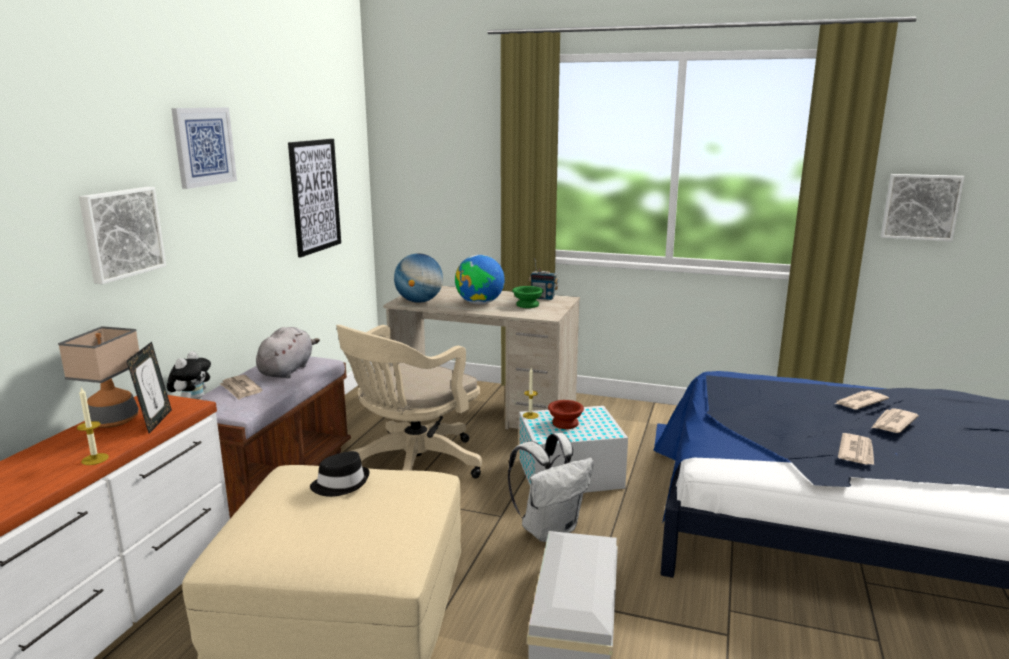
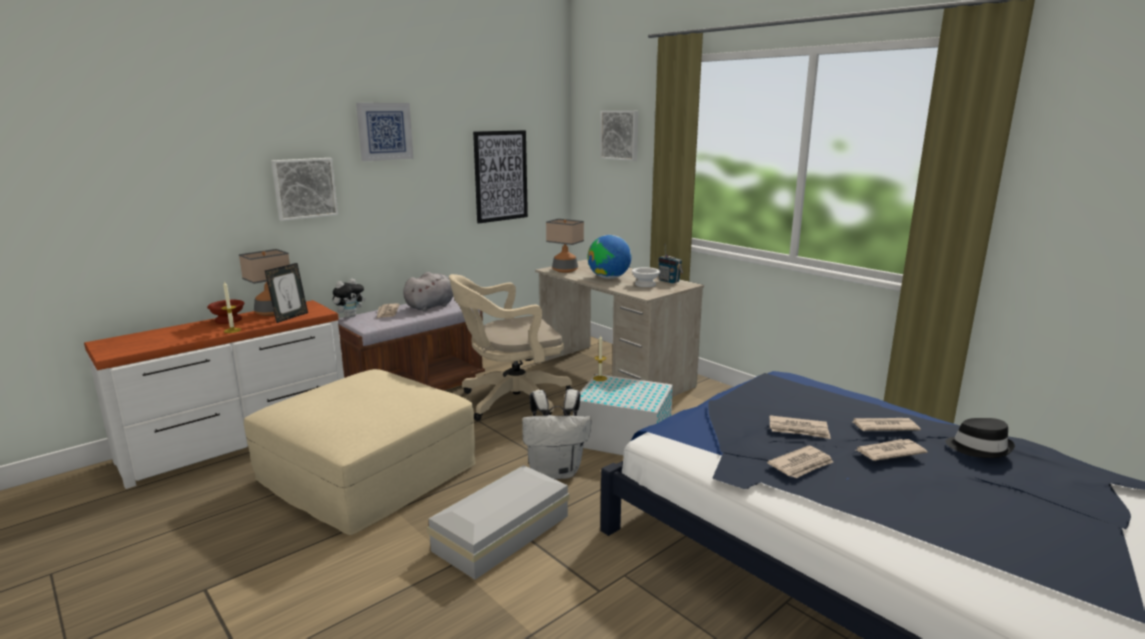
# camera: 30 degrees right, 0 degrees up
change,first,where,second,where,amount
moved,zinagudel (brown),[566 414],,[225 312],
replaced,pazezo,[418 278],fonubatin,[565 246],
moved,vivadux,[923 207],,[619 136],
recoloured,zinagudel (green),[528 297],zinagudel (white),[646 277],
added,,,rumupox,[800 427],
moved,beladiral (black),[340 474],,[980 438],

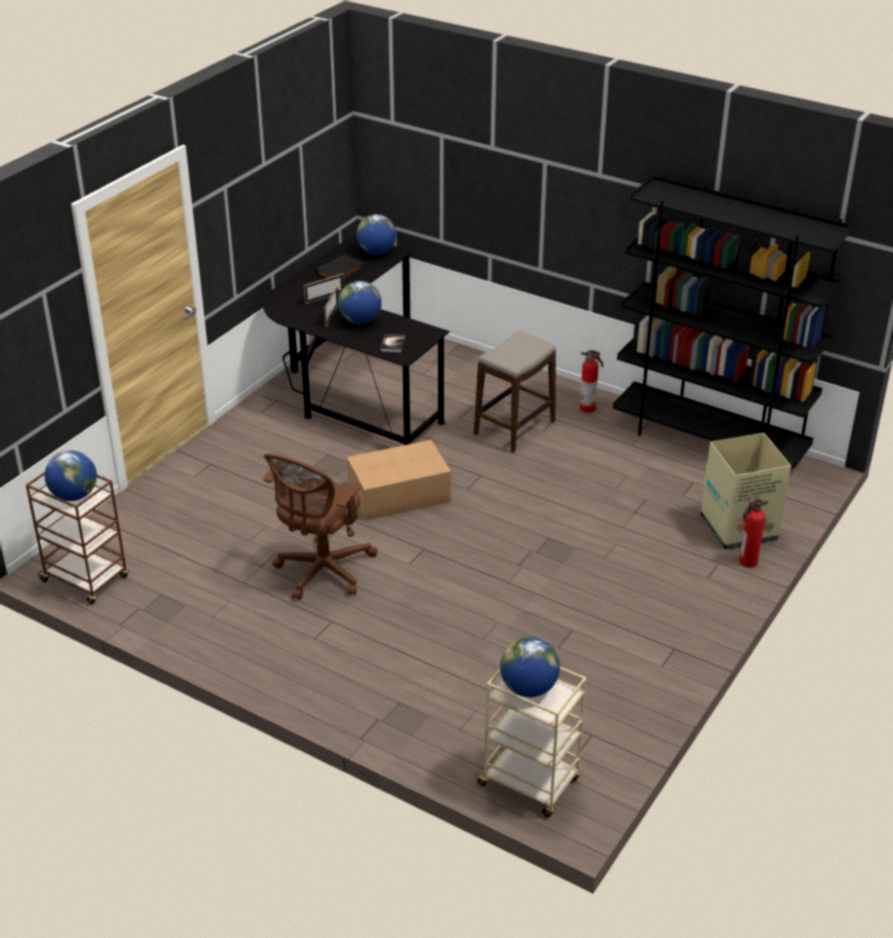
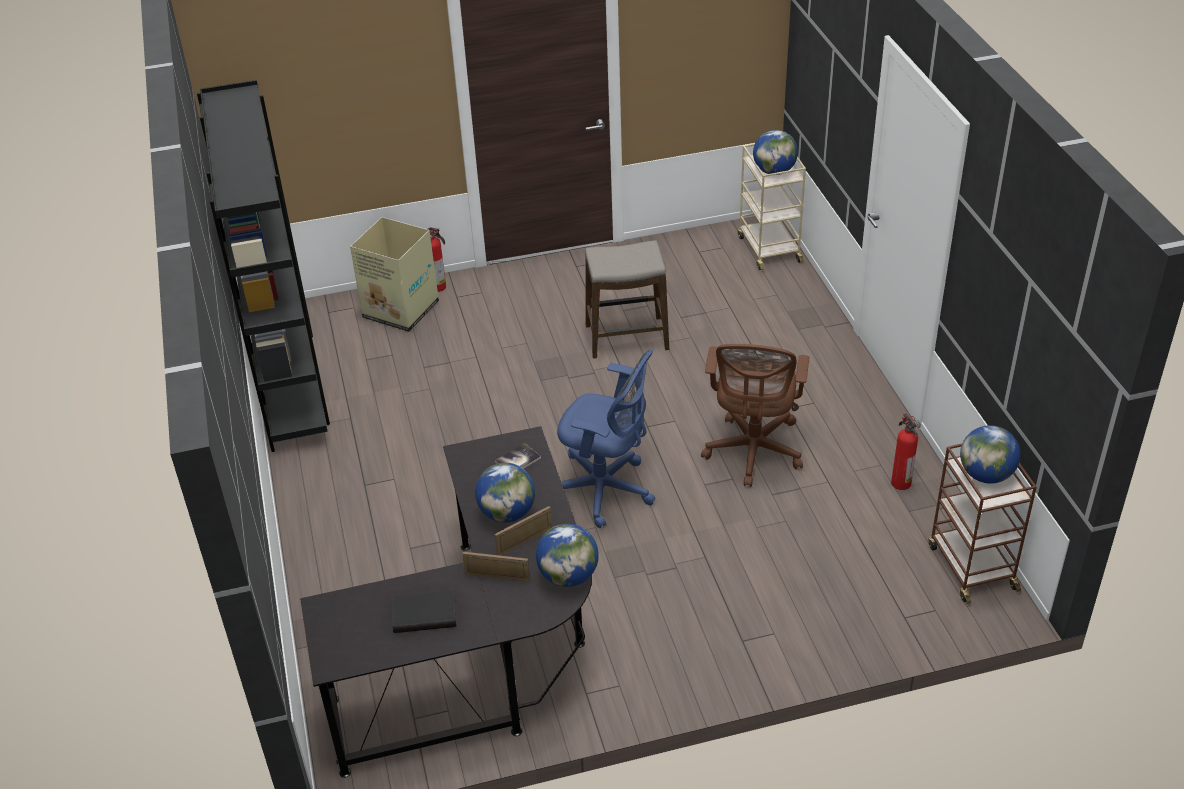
# camera: 135 degrees left, 5 degrees up
change,first,where,second,where,amount
moved,pazezo,[377 234],,[567 555],
replaced,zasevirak,[399 480],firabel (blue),[606 439],
moved,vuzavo,[515 392],,[627 299],
turned,firabel (brown),[320 527],,[755 415],120 degrees clockwise
moved,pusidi,[591 381],,[906 451],

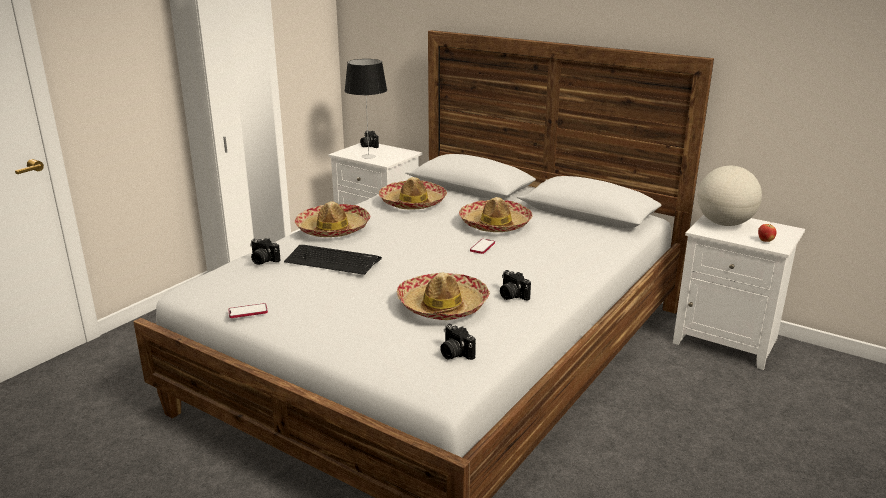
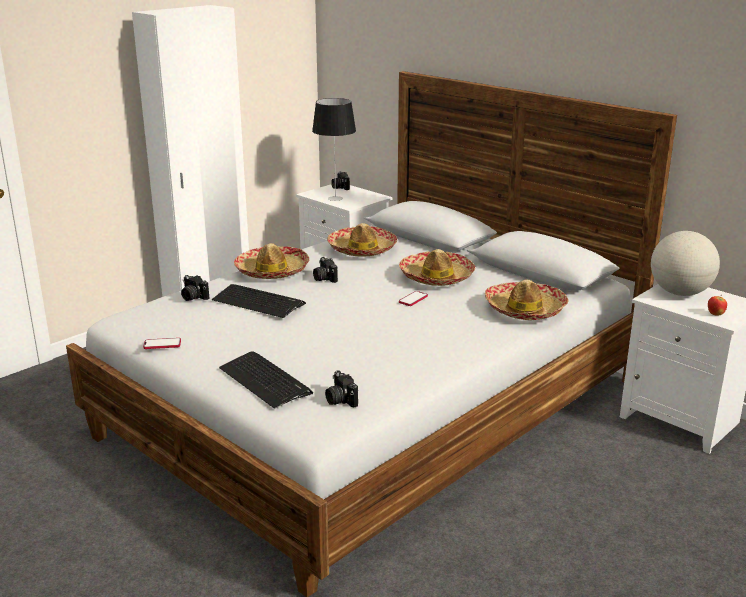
# camera: 10 degrees right, 0 degrees up
change,first,where,second,where,amount
added,,,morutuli,[266 380],
moved,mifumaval,[515 285],,[325 270],
moved,beladiral,[443 296],,[527 299],

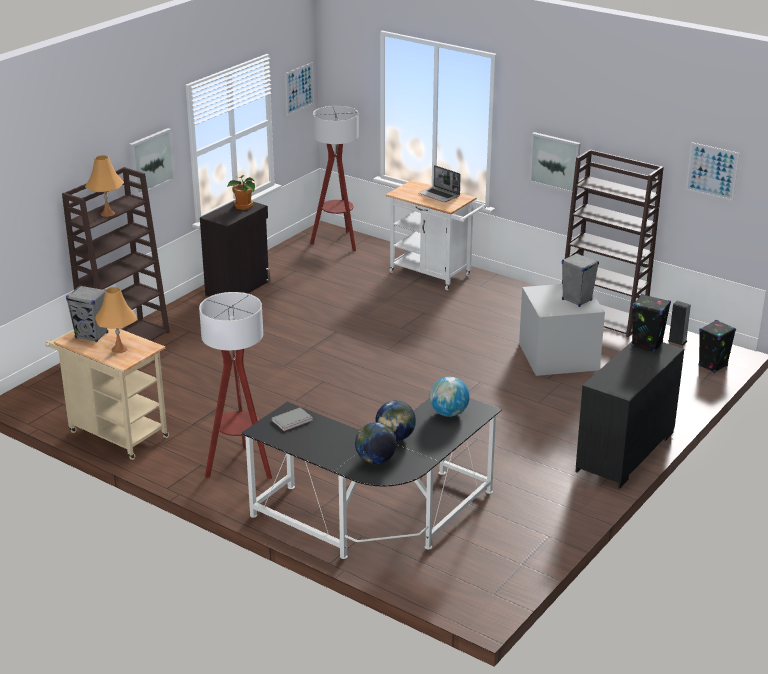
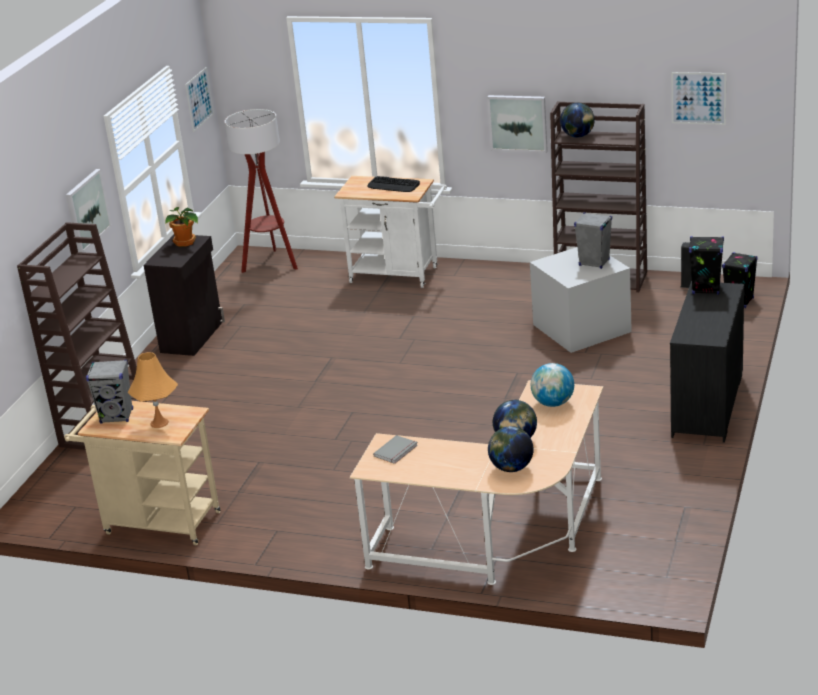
# camera: 15 degrees left, 0 degrees up
change,first,where,second,where,amount
recoloured,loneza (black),[371 478],loneza (beige),[476 482],
replaced,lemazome,[440 183],morutuli,[393 184],
added,,,pazezo,[577 120],
removed,fonubatin (orange),[104 186],,,
removed,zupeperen,[235 385],,,

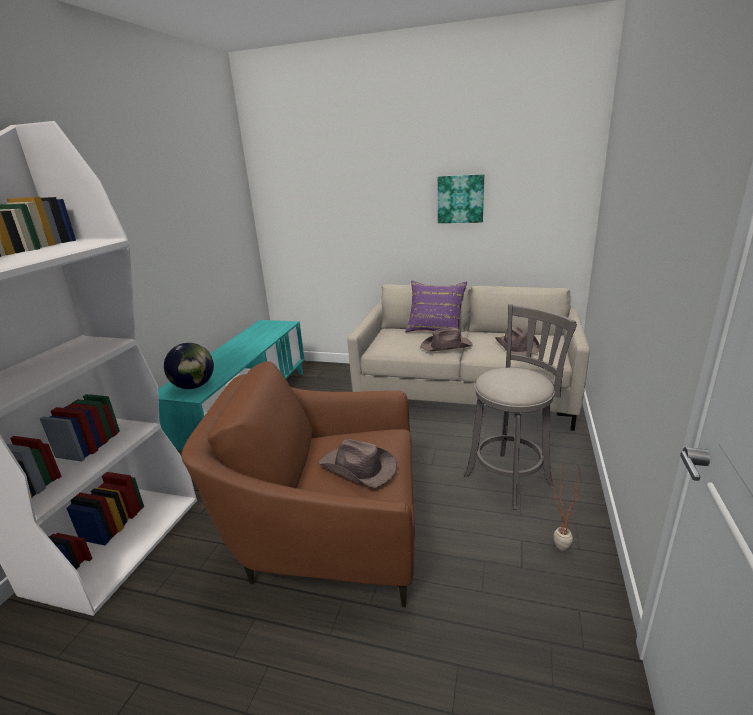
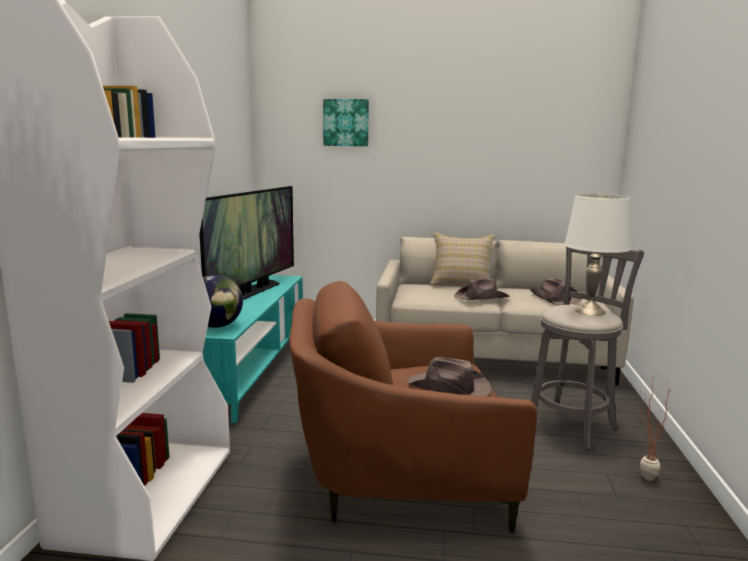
# camera: 10 degrees left, 10 degrees down
change,first,where,second,where,amount
added,,,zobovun,[246 243],
moved,vivadux,[461 198],,[346 122],
recoloured,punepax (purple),[436 308],punepax (beige),[462 259],
added,,,fonubatin (white),[597 255],

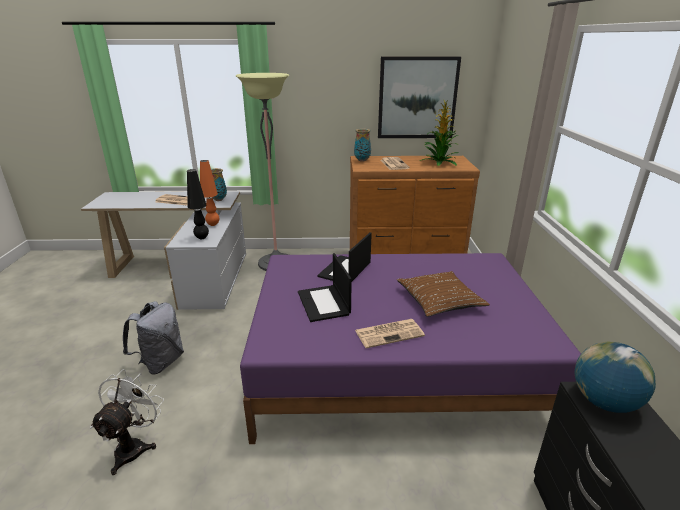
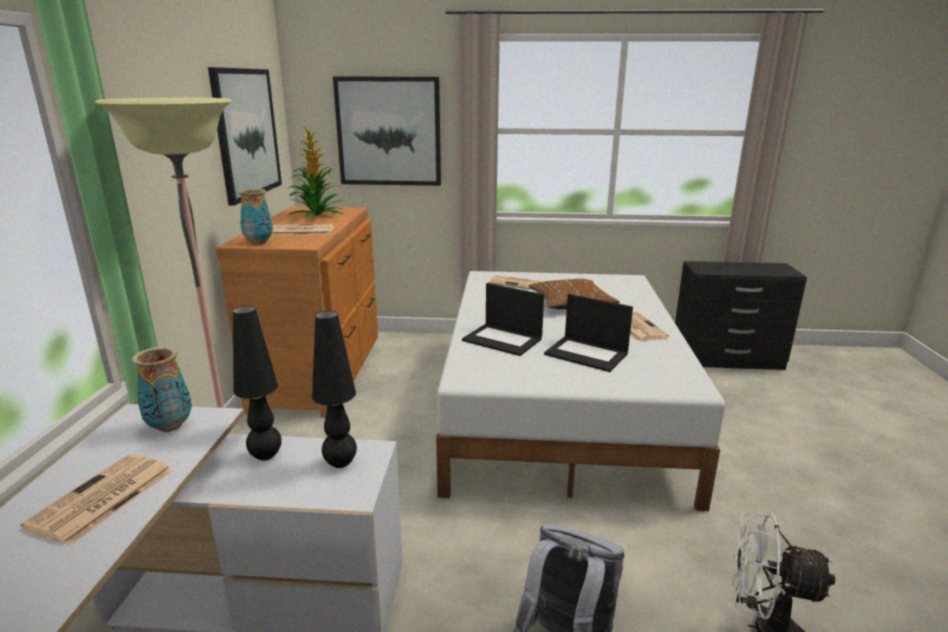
# camera: 85 degrees left, 5 degrees down
change,first,where,second,where,amount
recoloured,fonubatin (orange),[210 193],fonubatin (black),[257 383],
added,,,vivadux,[387 131],
recoloured,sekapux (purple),[410 348],sekapux (white),[580 391],
added,,,rumupox,[516 282],
turned,lemazome,[325 287],,[588 333],45 degrees clockwise
removed,pazezo,[615 377],,,

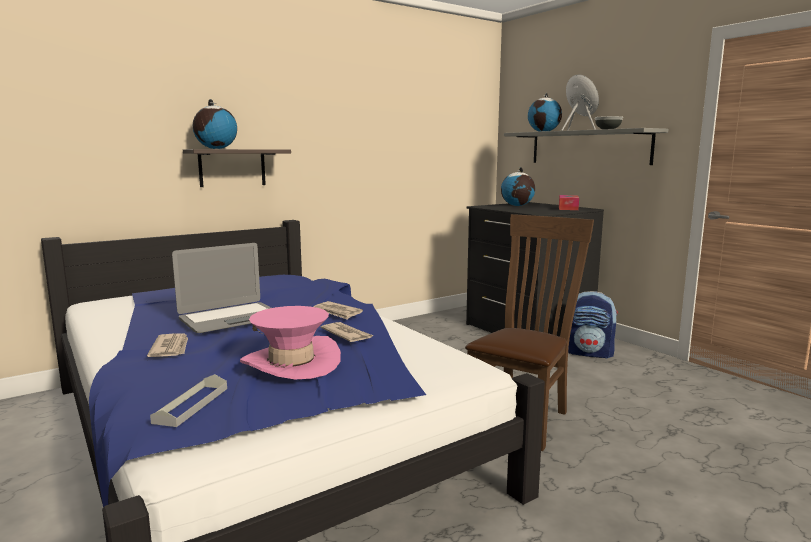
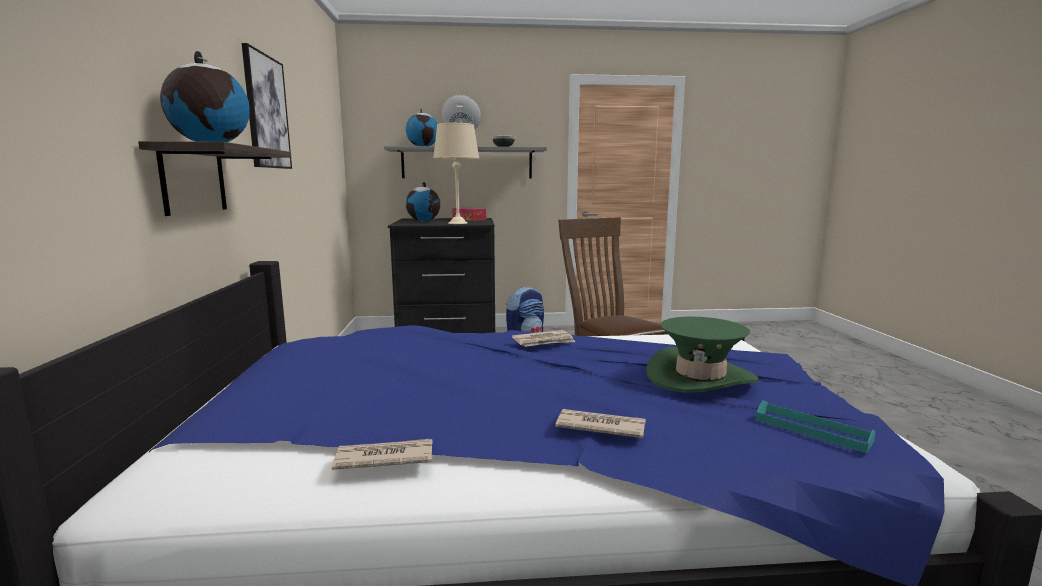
# camera: 60 degrees left, 0 degrees up
change,first,where,second,where,amount
added,,,vivadux,[267 106],
moved,rumupox,[347 332],,[382 454],
added,,,fonubatin (beige),[456 173],
recoloured,beladiral (pink),[290 342],beladiral (green),[702 354],
recoloured,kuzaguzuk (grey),[188 400],kuzaguzuk (turquoise),[816 426],
removed,lemazome,[221 288],,,

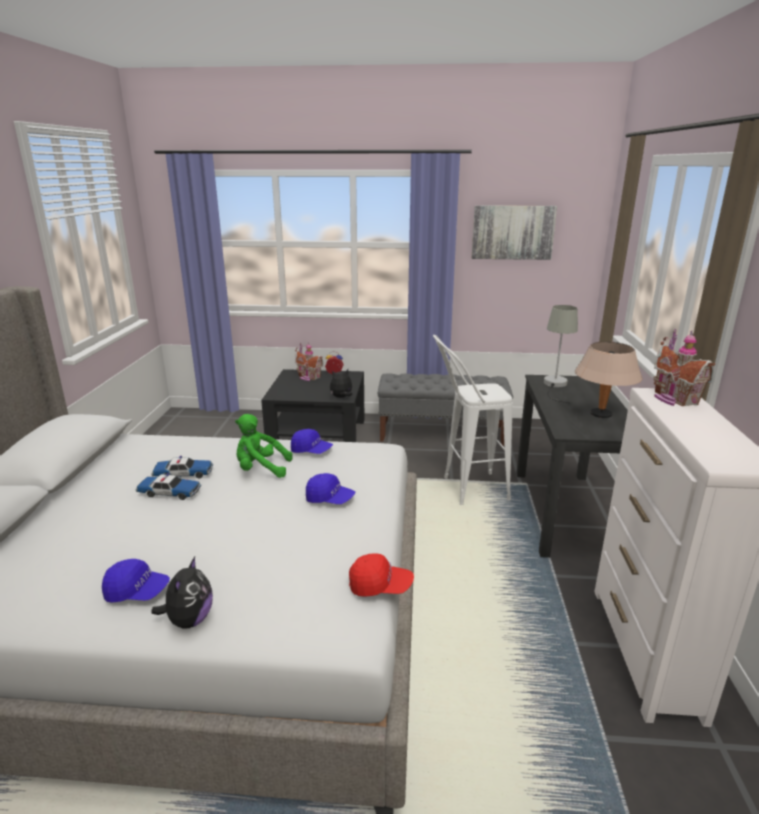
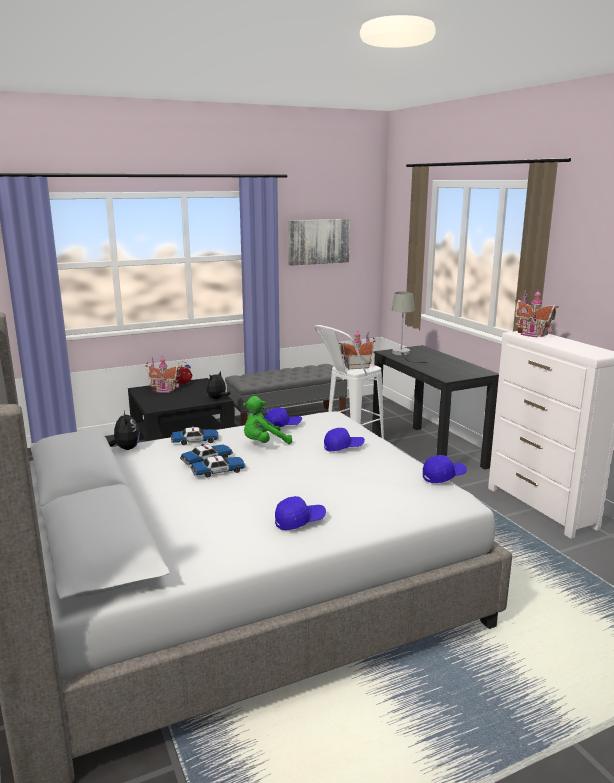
# camera: 30 degrees left, 5 degrees down
change,first,where,second,where,amount
moved,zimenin,[182 593],,[124 430],
added,,,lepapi,[195 435],
added,,,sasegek,[357 350],
recoloured,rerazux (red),[381 575],rerazux (blue),[445 469],
removed,fonubatin (beige),[608 380],,,

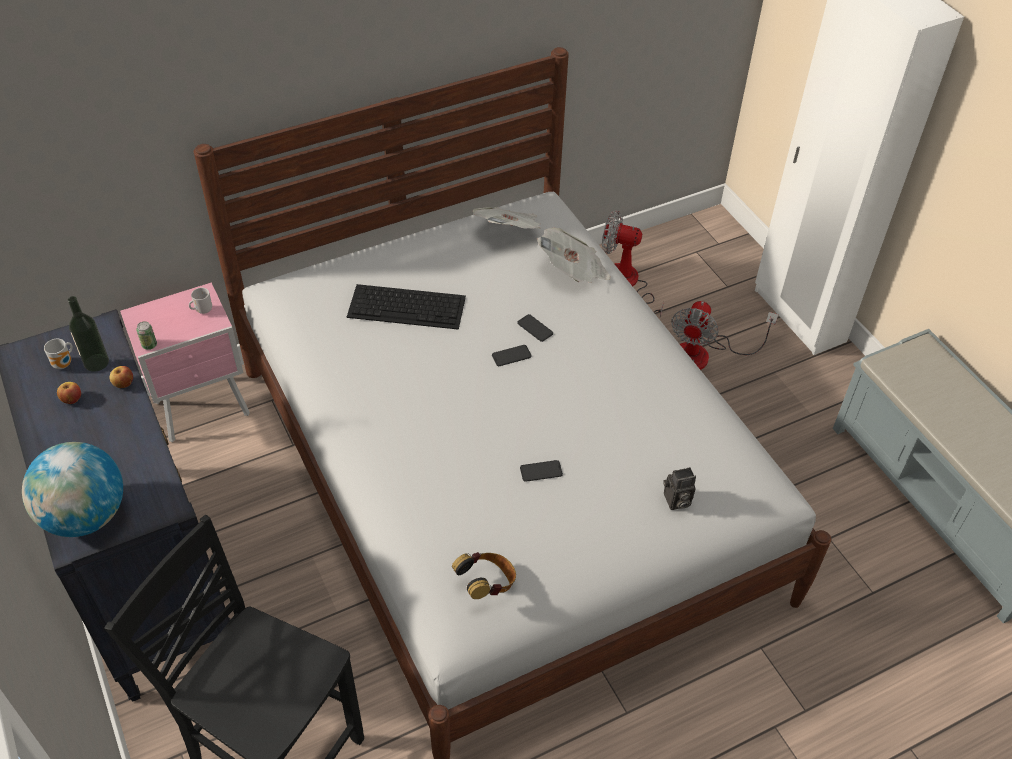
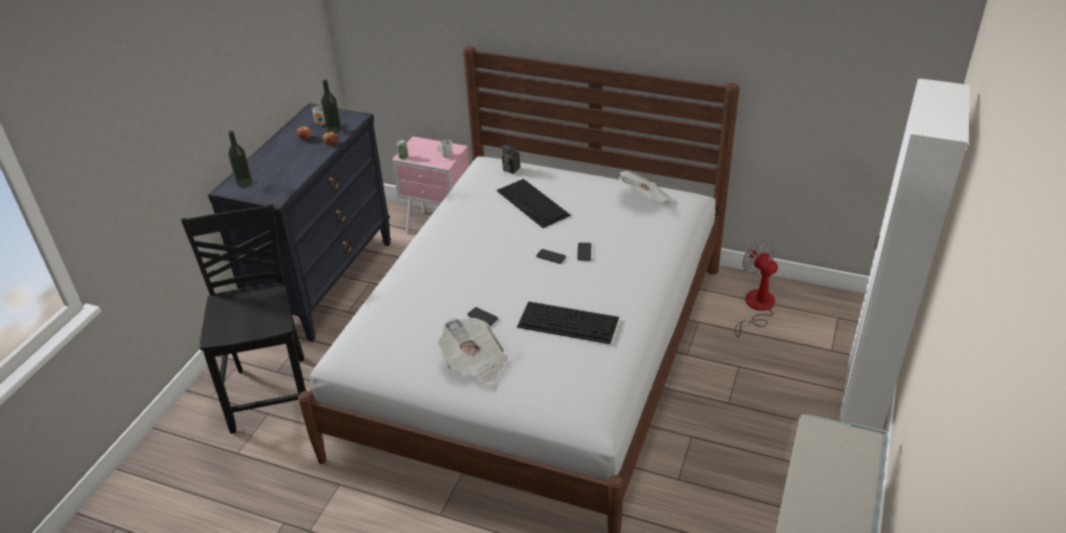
# camera: 50 degrees right, 10 degrees down
change,first,where,second,where,amount
replaced,pazezo,[72 489],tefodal,[240 159],
moved,rumupox,[574 255],,[473 351],
moved,mifumaval,[679 488],,[511 158],
added,,,morutuli,[568 322],
removed,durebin,[484 575],,,
removed,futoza,[724 335],,,

